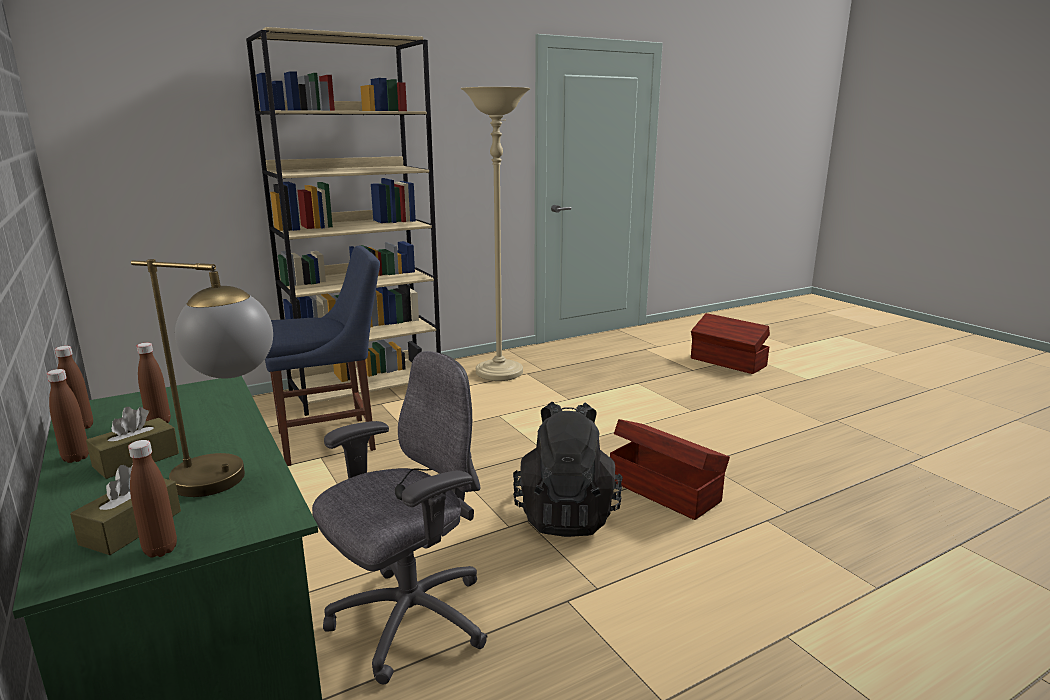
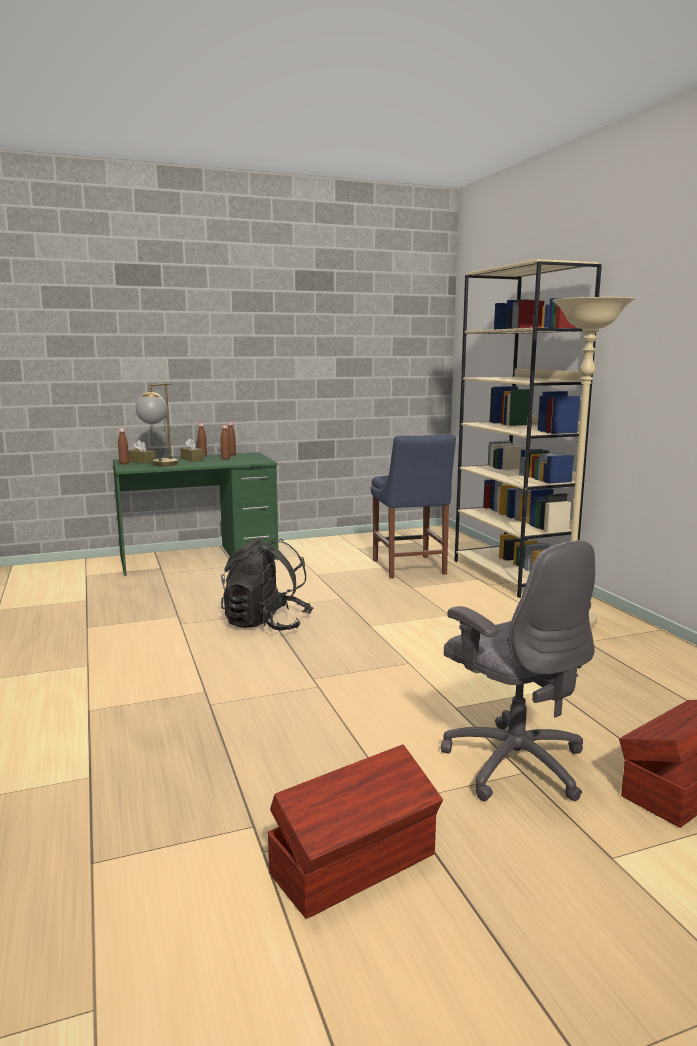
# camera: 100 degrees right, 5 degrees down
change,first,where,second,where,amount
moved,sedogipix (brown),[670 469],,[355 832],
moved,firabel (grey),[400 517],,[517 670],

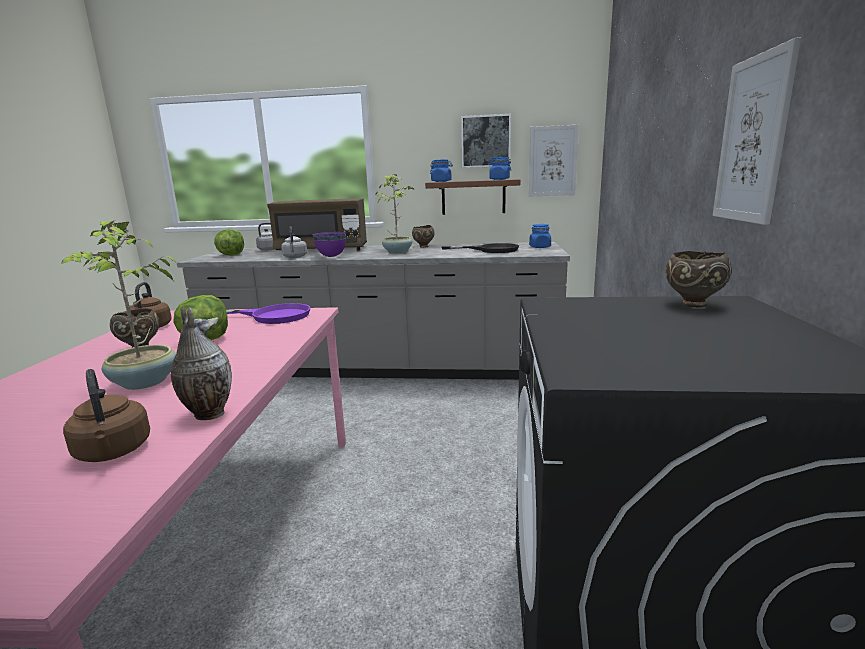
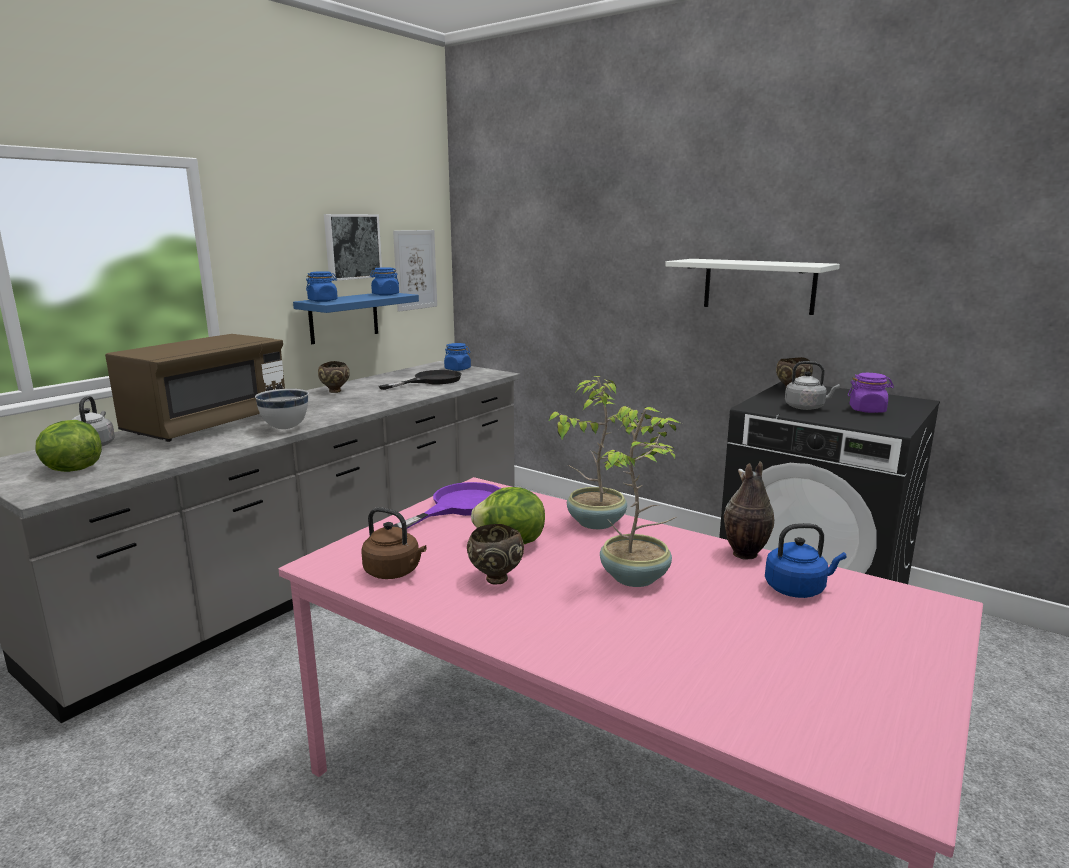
# camera: 60 degrees left, 0 degrees up
change,first,where,second,where,amount
recoloured,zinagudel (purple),[329 244],zinagudel (white),[282 409],
recoloured,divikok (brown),[472 197],divikok (blue),[356 318],
moved,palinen,[395 214],,[593 452],
replaced,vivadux,[757 131],divikok (white),[752 287],
recoloured,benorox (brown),[106 415],benorox (blue),[805 560],
moved,benorox (grey),[294 242],,[812 385],
added,,,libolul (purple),[871 393],

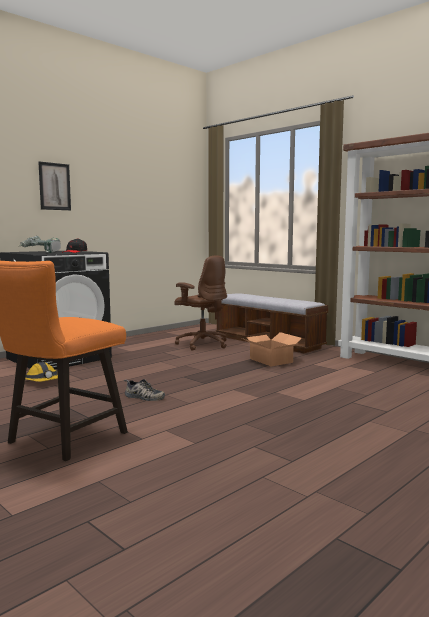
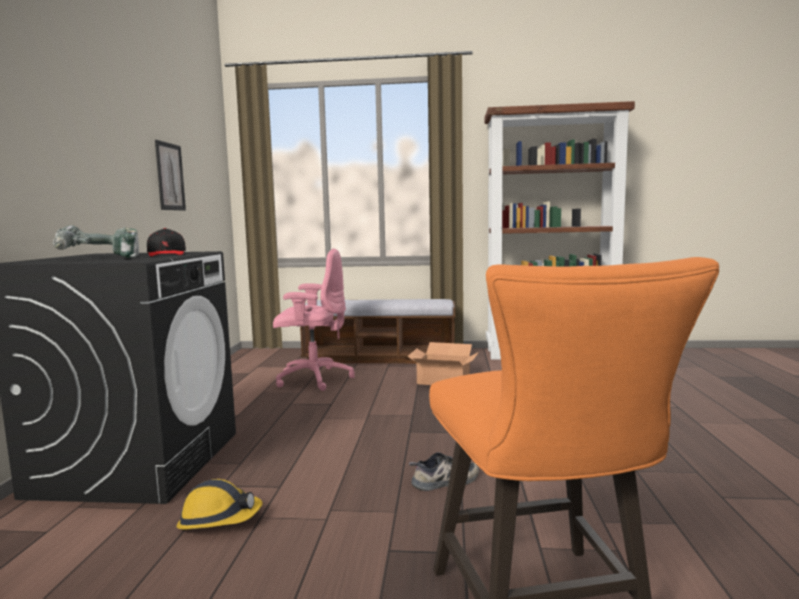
# camera: 40 degrees left, 0 degrees up
change,first,where,second,where,amount
moved,vivadux,[54 185],,[170 175],
recoloured,firabel (brown),[200 303],firabel (pink),[314 319],

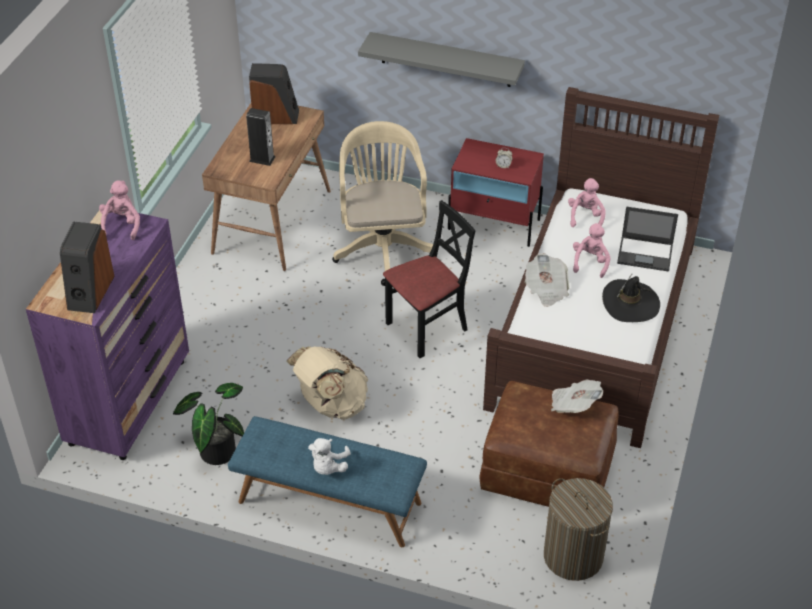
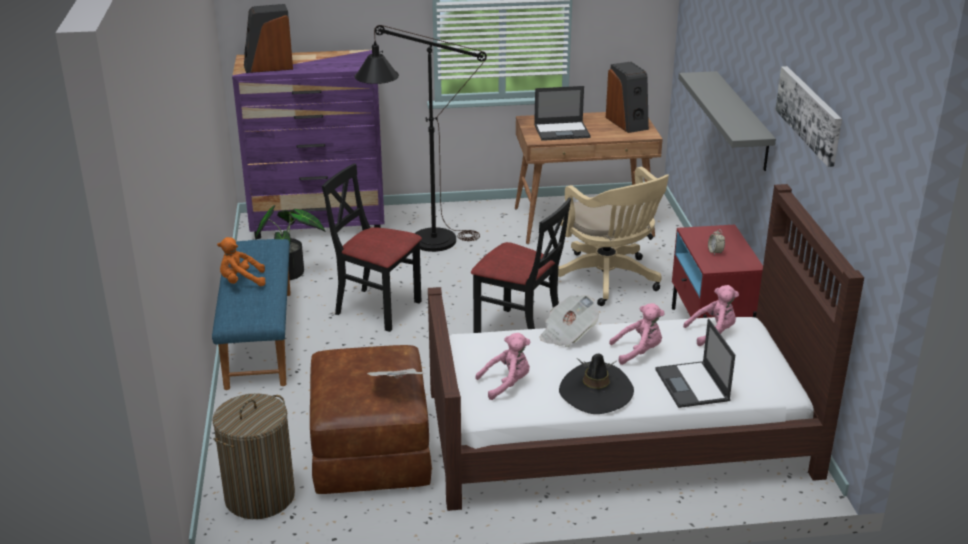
# camera: 65 degrees right, 15 degrees down
change,first,where,second,where,amount
recoloured,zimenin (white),[329 456],zimenin (orange),[241 261],
replaced,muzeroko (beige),[328 382],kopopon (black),[372 248],
added,,,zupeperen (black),[421 138],
moved,zimenin (pink),[119 210],,[502 366],
replaced,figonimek,[260 137],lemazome,[562 113],
turned,firabel (beige),[382 203],,[609 236],90 degrees clockwise
added,,,vivadux,[808 116],

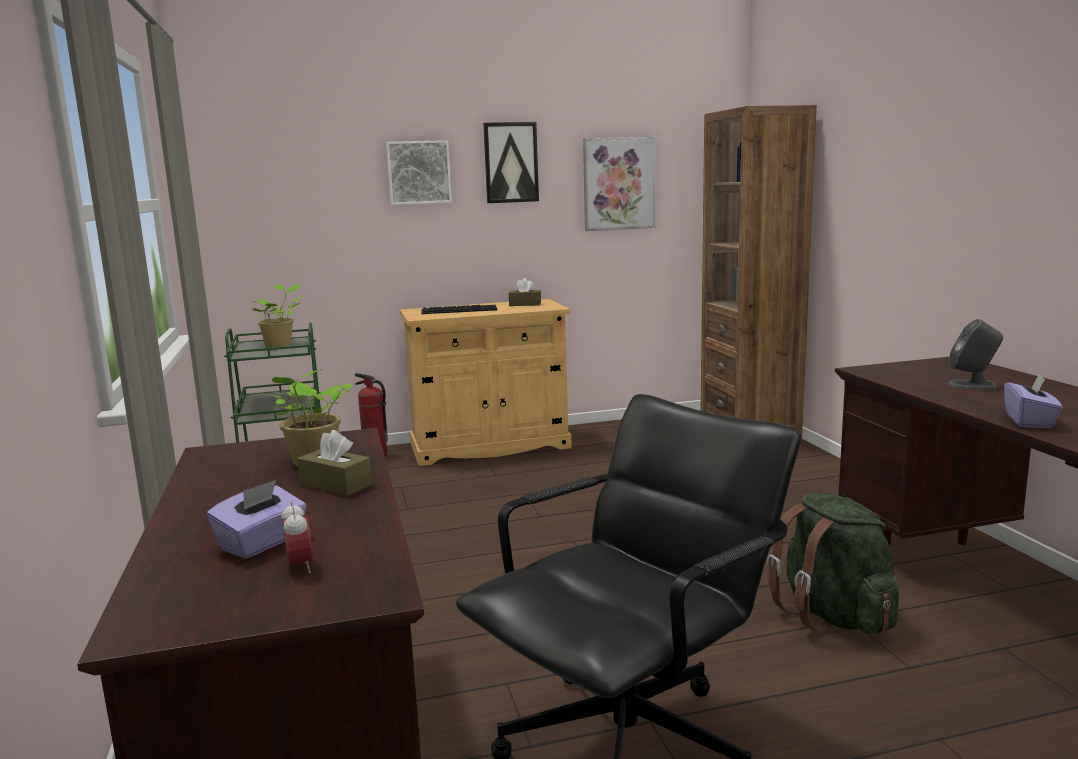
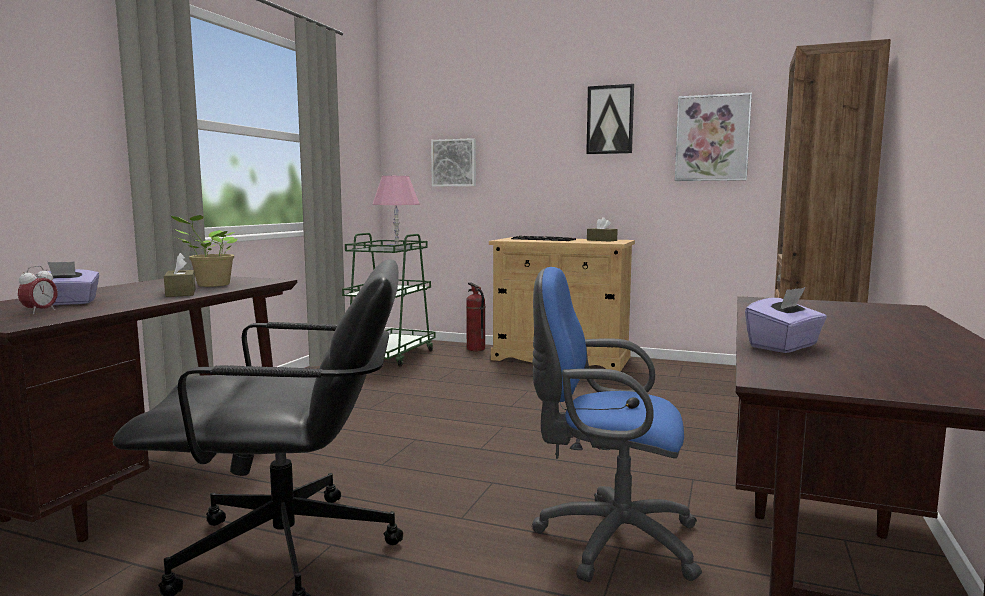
# camera: 35 degrees right, 5 degrees down
change,first,where,second,where,amount
replaced,palinen,[278 315],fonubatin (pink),[396 212],
moved,vivadux,[419 172],,[453 162],
replaced,muzeroko (green),[833 563],firabel (blue),[617 424],
removed,figonimek (grey),[975 354],,,

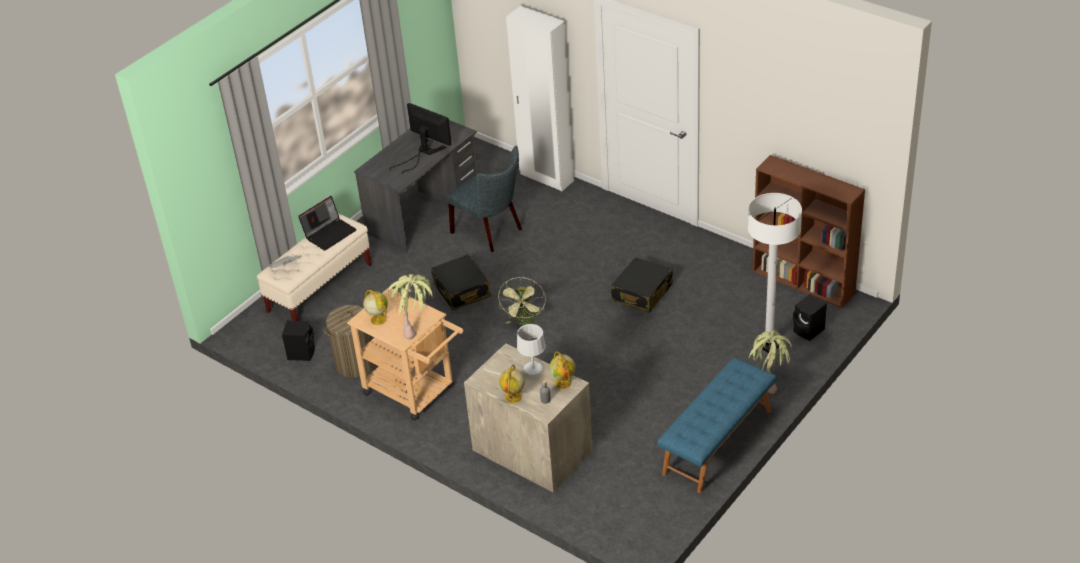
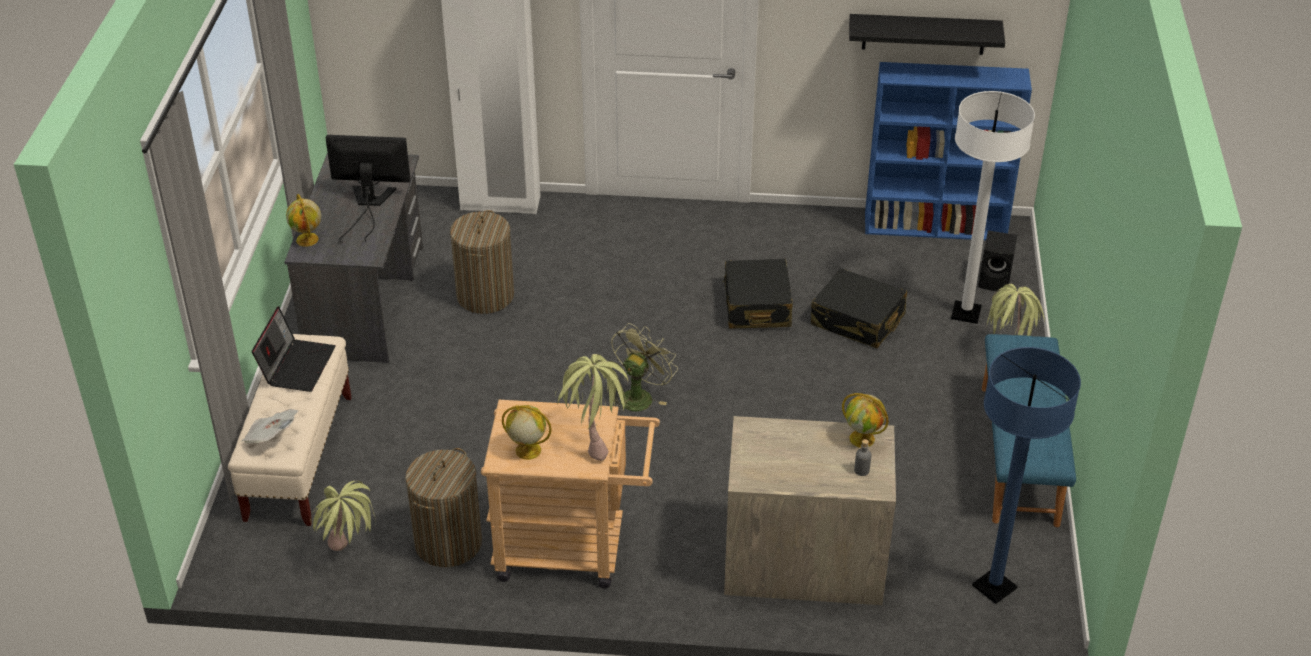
# camera: 35 degrees left, 0 degrees up
change,first,where,second,where,amount
moved,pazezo,[512 384],,[303 220],
replaced,figonimek (black),[298 341],palinen,[343 516],
replaced,kopopon (grey),[484 198],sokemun,[482 262],
turned,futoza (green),[522 301],,[644 367],120 degrees counterclockwise
moved,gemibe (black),[461 282],,[859 308],
added,,,divikok (black),[927 34],
recoloured,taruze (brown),[808 231],taruze (blue),[948 151],
added,,,zupeperen (blue),[1026 475],
removed,fonubatin (white),[515 349],,,

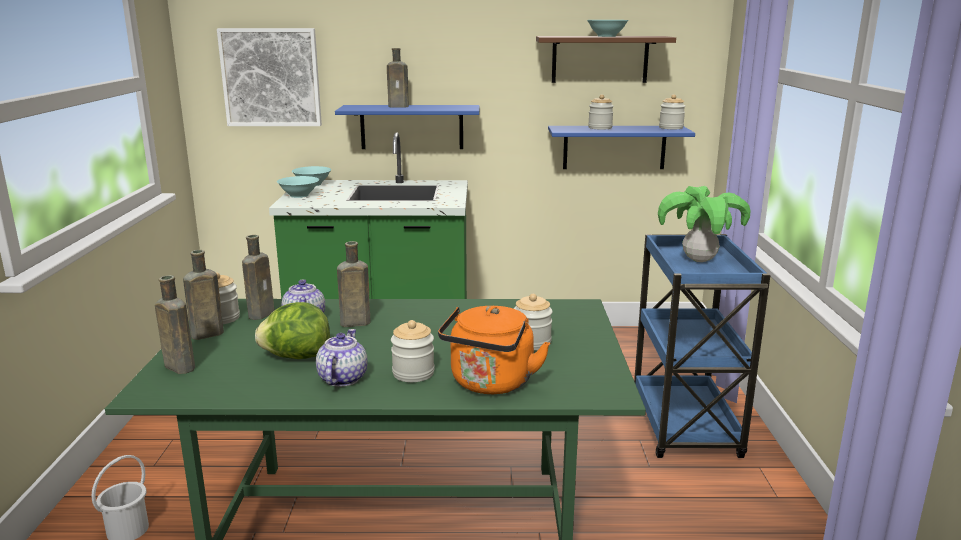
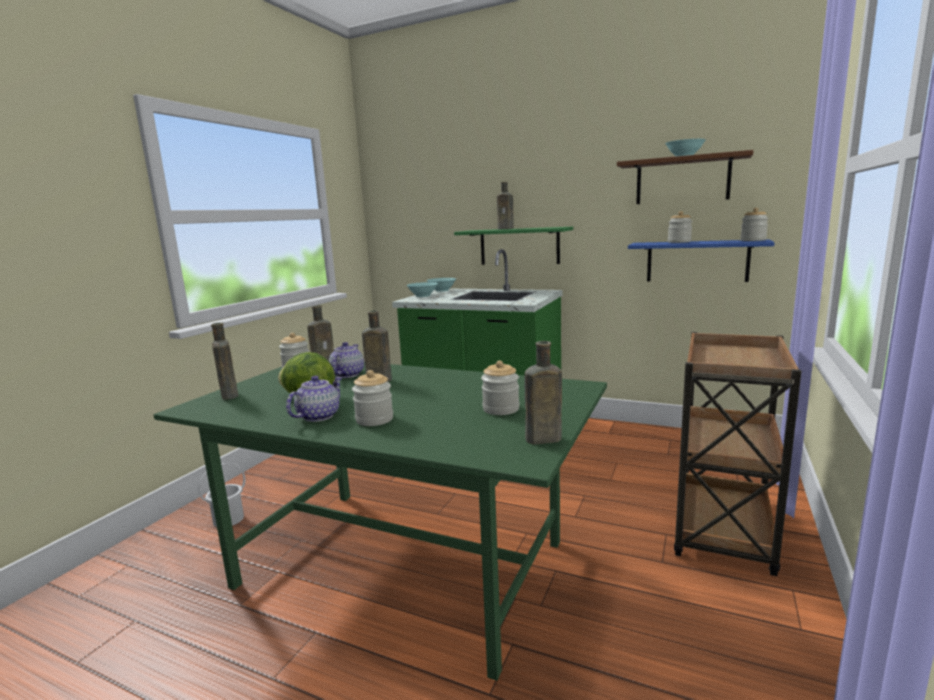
# camera: 25 degrees right, 5 degrees down
change,first,where,second,where,amount
recoloured,divikok (blue),[407 127],divikok (green),[513 246],
moved,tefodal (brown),[203 295],,[543 393],
recoloured,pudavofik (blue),[702 346],pudavofik (brown),[737 454],
removed,vivadux,[269 77],,,
removed,benorox (orange),[494 350],,,
removed,palinen,[704 224],,,

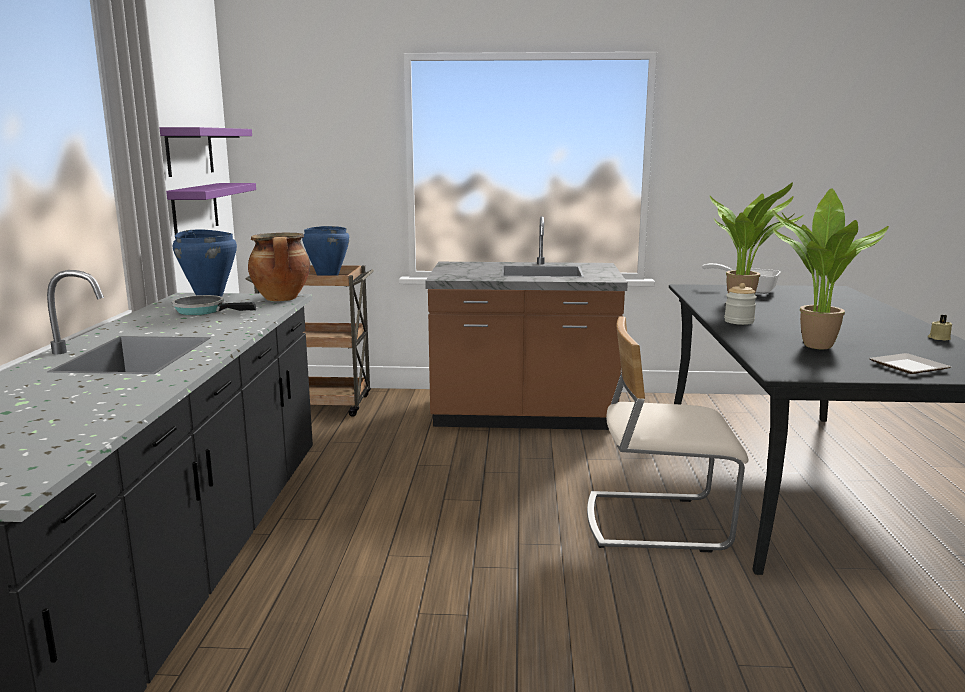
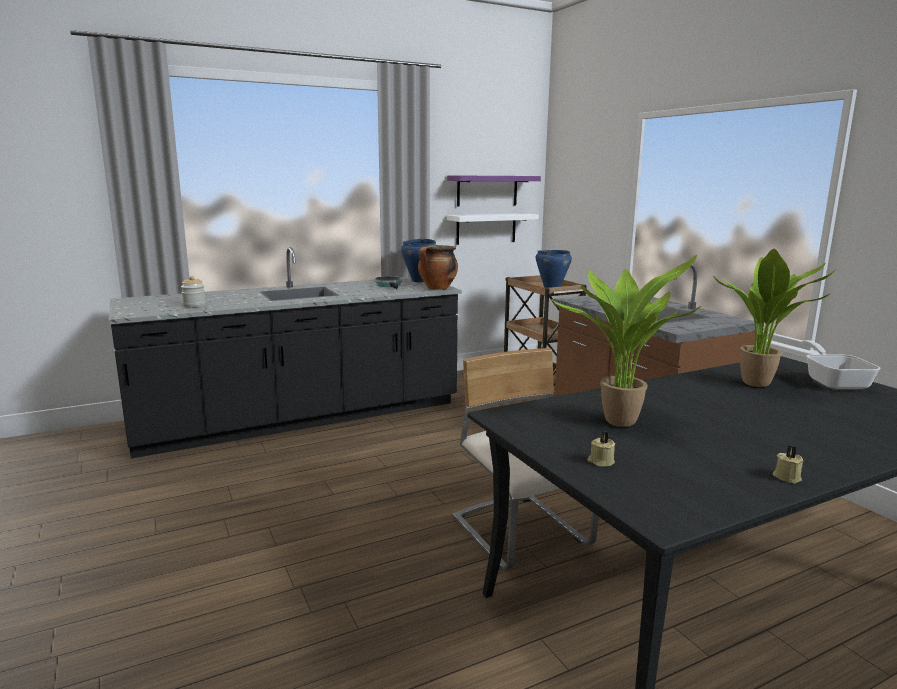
# camera: 60 degrees right, 0 degrees up
change,first,where,second,where,amount
moved,libolul,[740 304],,[193 291],
recoloured,divikok (purple),[211 208],divikok (white),[493 229],
replaced,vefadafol,[910 363],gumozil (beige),[601 449],

